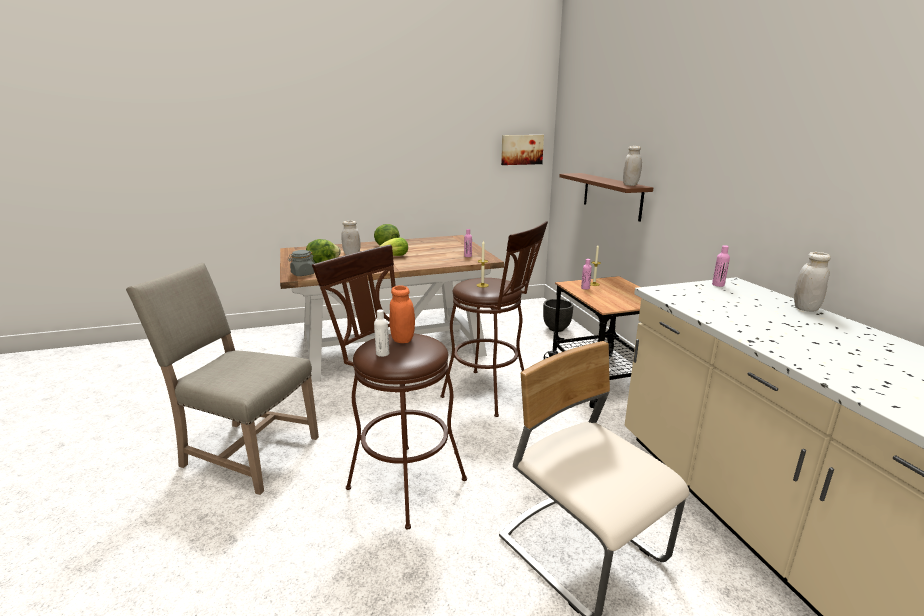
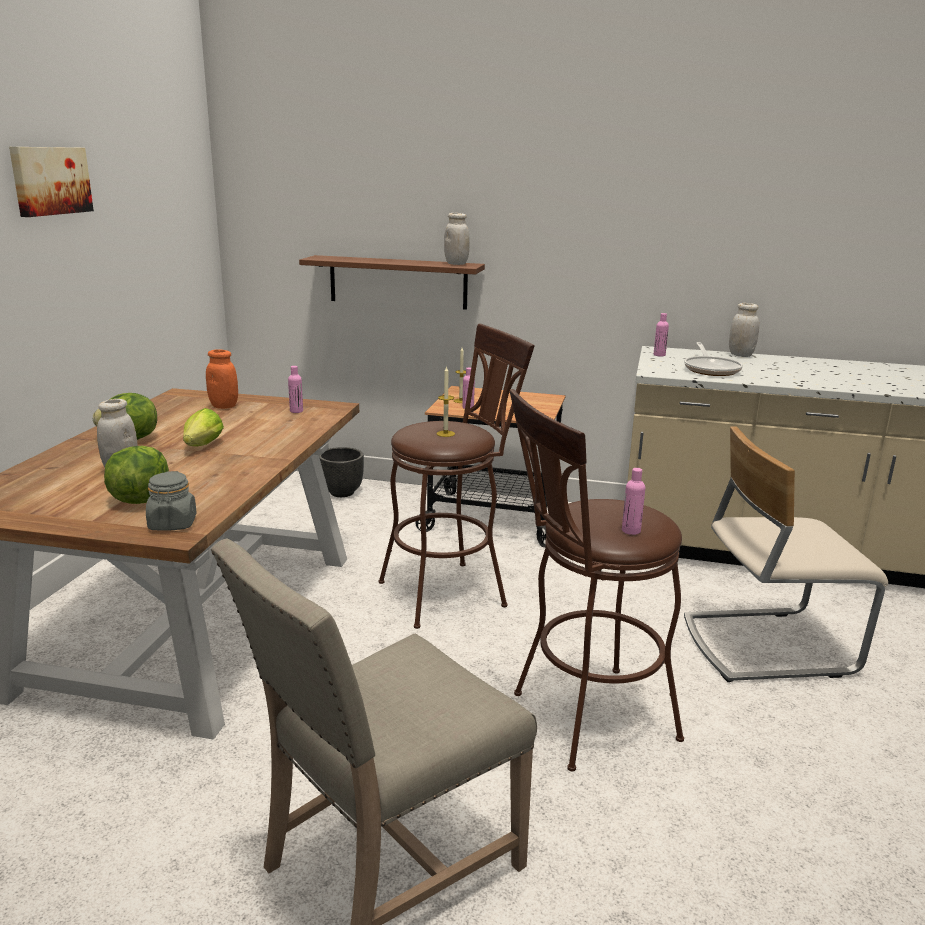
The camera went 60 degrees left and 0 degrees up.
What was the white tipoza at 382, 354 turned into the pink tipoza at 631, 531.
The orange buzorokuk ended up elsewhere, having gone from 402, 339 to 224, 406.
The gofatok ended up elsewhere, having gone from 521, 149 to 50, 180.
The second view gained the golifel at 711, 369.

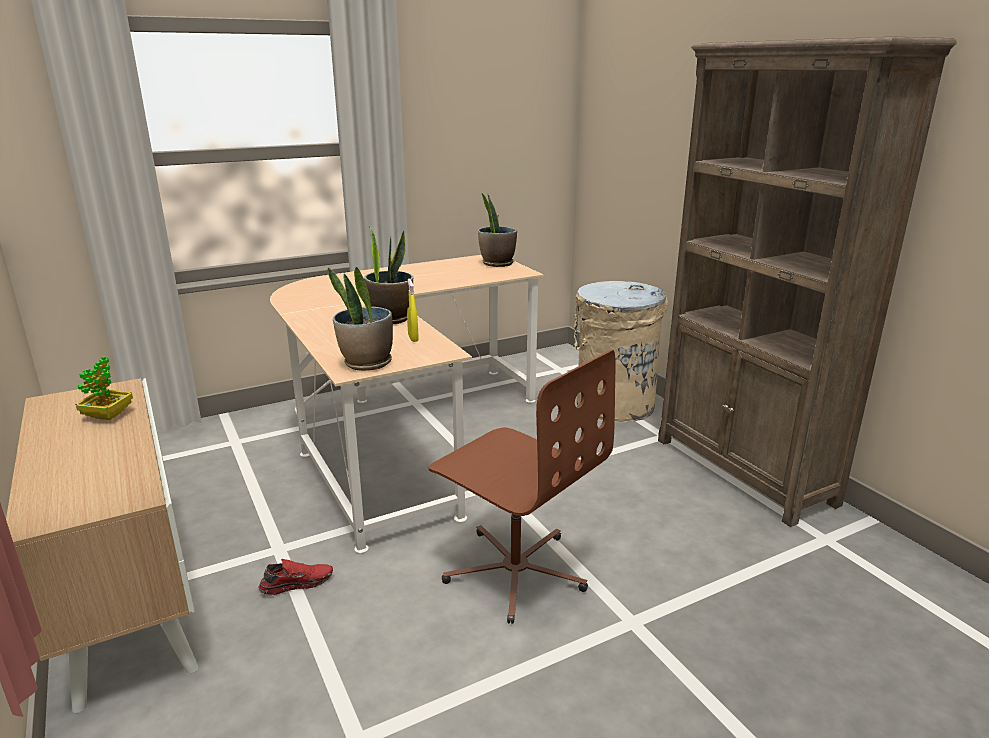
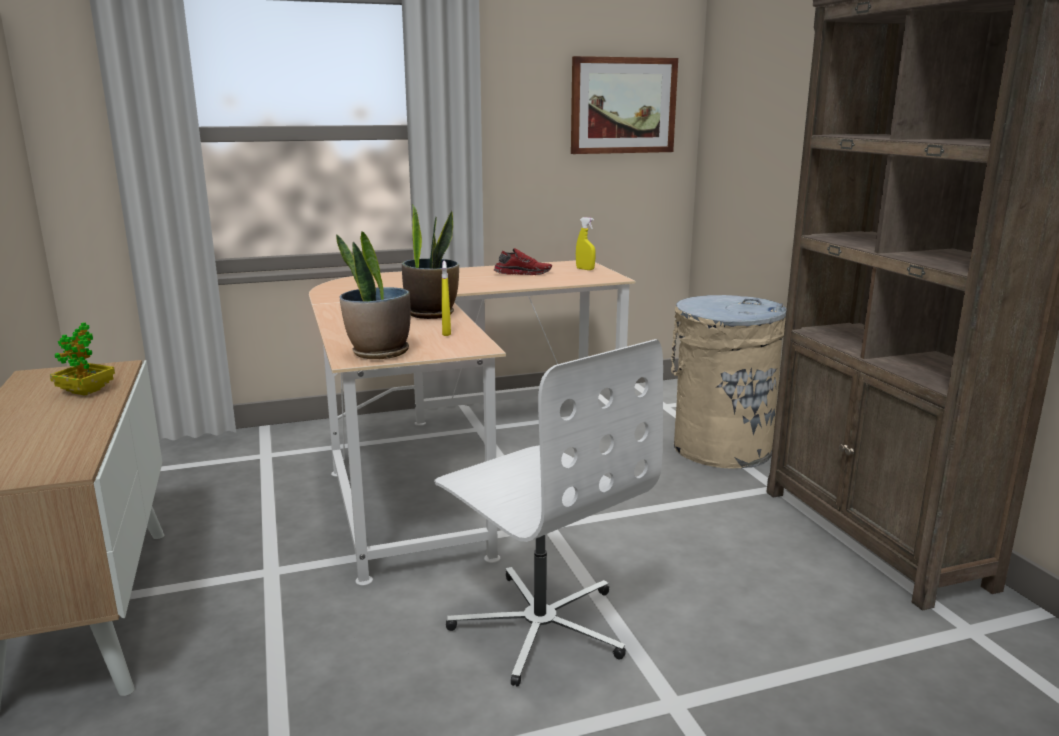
The camera went 10 degrees right and 5 degrees down.
The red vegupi ended up elsewhere, having gone from 297, 583 to 522, 273.
What was the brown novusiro at 515, 571 turned into the white novusiro at 540, 625.
Where the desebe stood at 497, 263, the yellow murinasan came to stand at 585, 269.
The second view gained the gofatok at 623, 105.

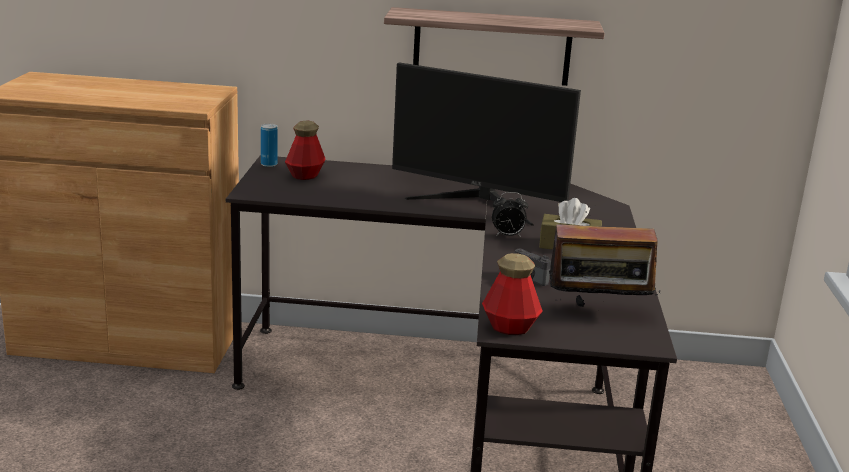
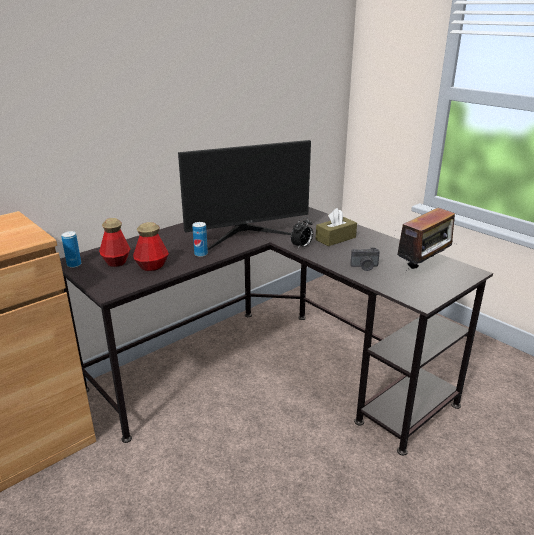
The camera went 45 degrees left and 5 degrees up.
The second view lost the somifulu at 492, 47.
The tipoza ended up elsewhere, having gone from 510, 327 to 152, 266.
The second view gained the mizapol at 201, 254.

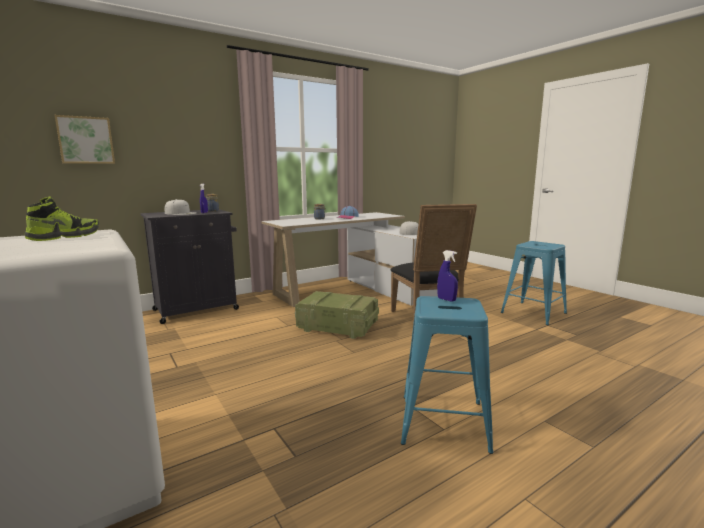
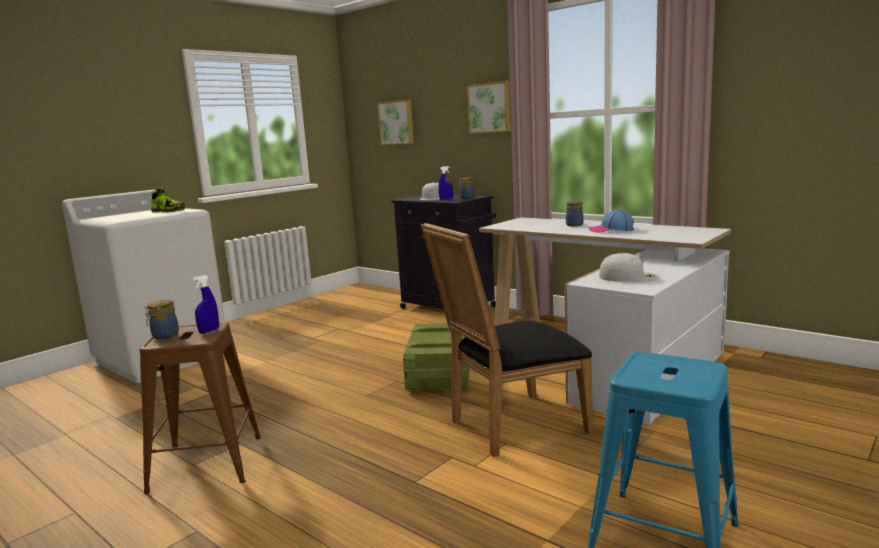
The camera went 75 degrees right and 0 degrees up.
What was the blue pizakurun at 443, 422 turned into the brown pizakurun at 206, 463.
The second view gained the buzorokuk at 164, 336.
The second view gained the gofatok at 490, 107.

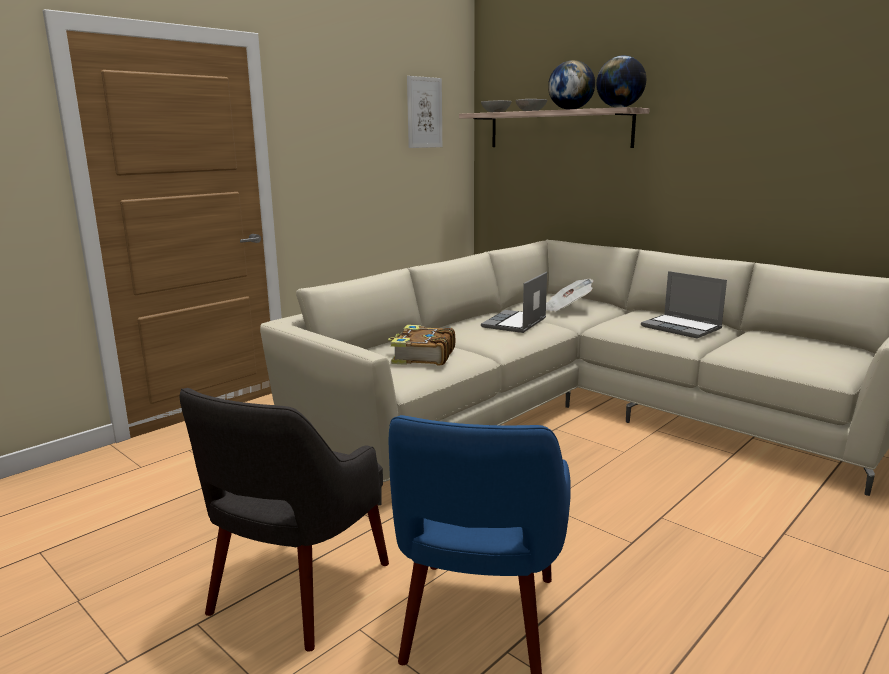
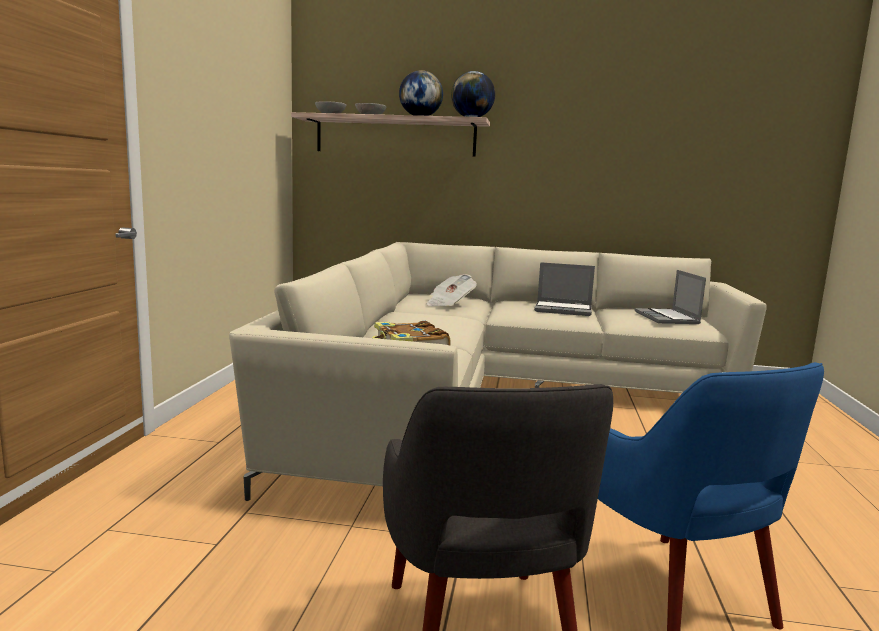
The camera went 35 degrees left and 5 degrees down.
The second view lost the gofatok at 424, 112.
The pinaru ended up elsewhere, having gone from 515, 323 to 667, 318.

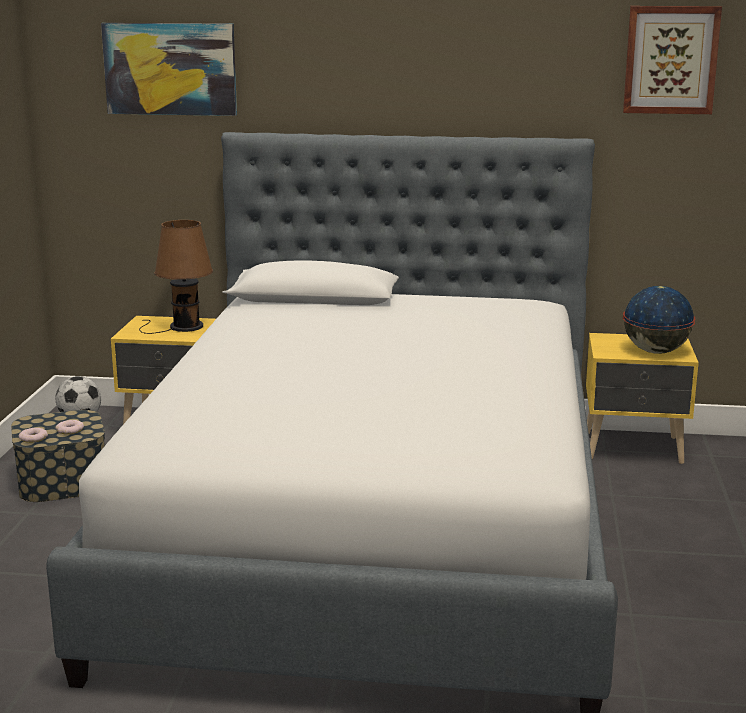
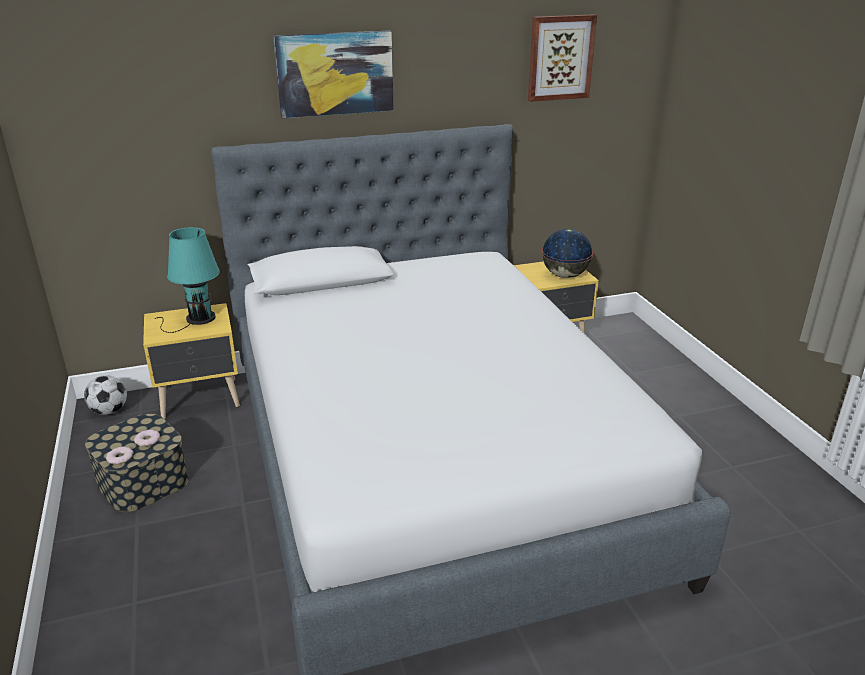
The camera went 25 degrees left and 10 degrees up.
The gofatok ended up elsewhere, having gone from 170, 69 to 335, 74.
What was the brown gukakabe at 182, 327 turned into the turquoise gukakabe at 197, 319.

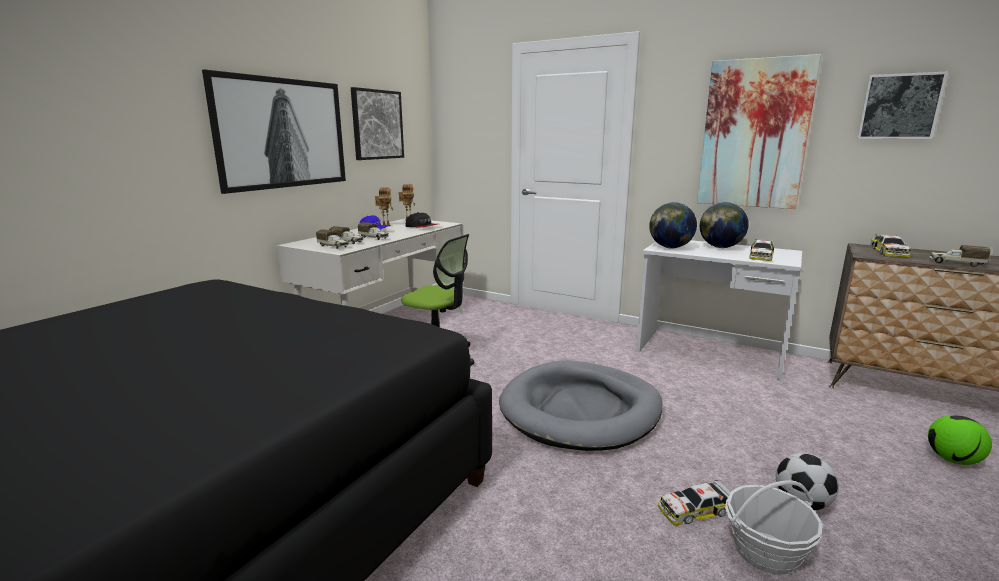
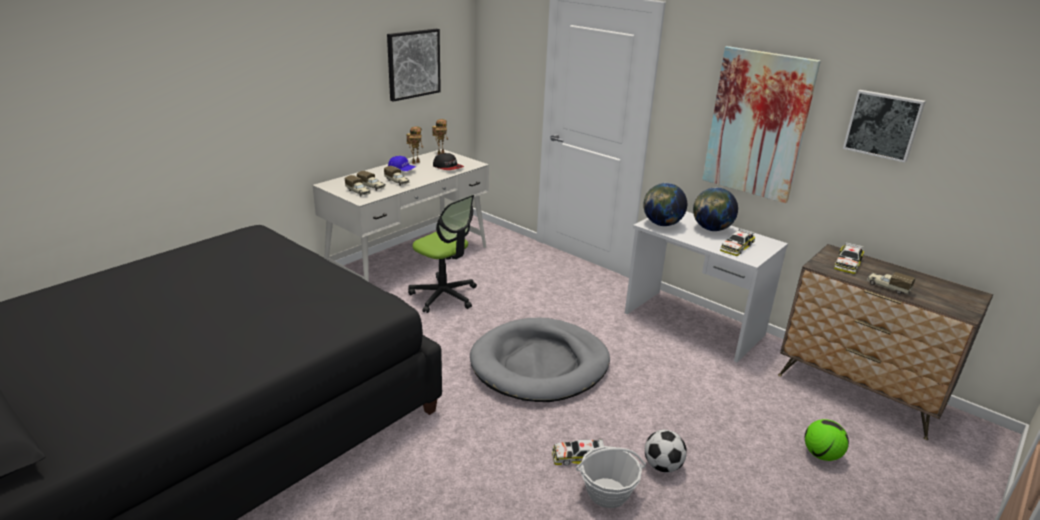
The camera went 10 degrees right and 10 degrees up.
The second view lost the gofatok at 282, 133.

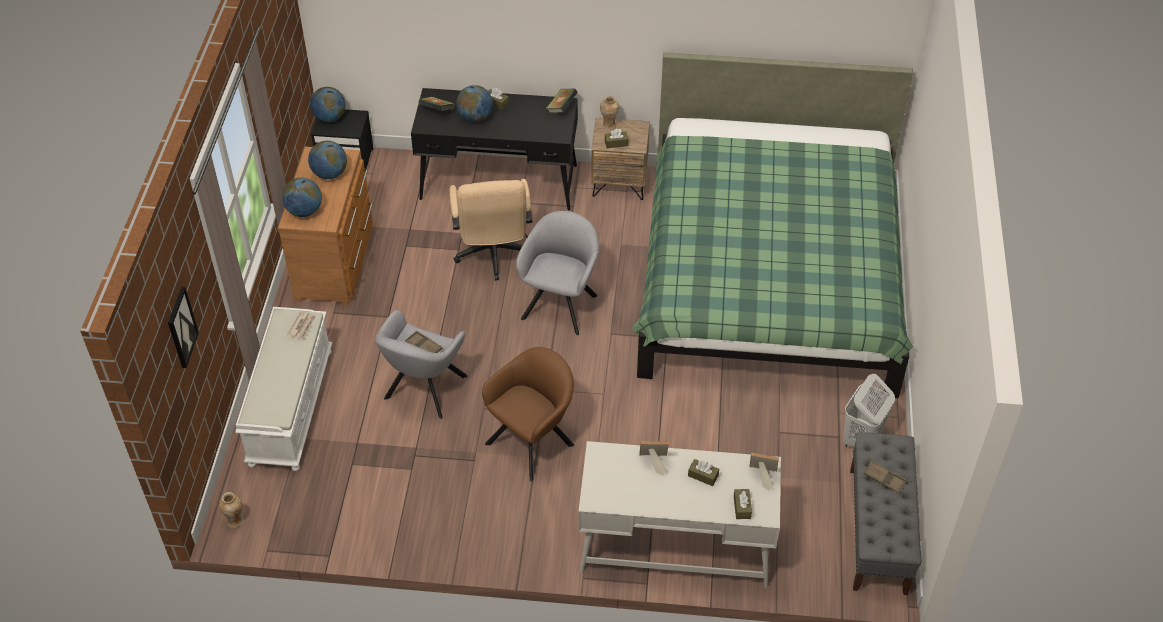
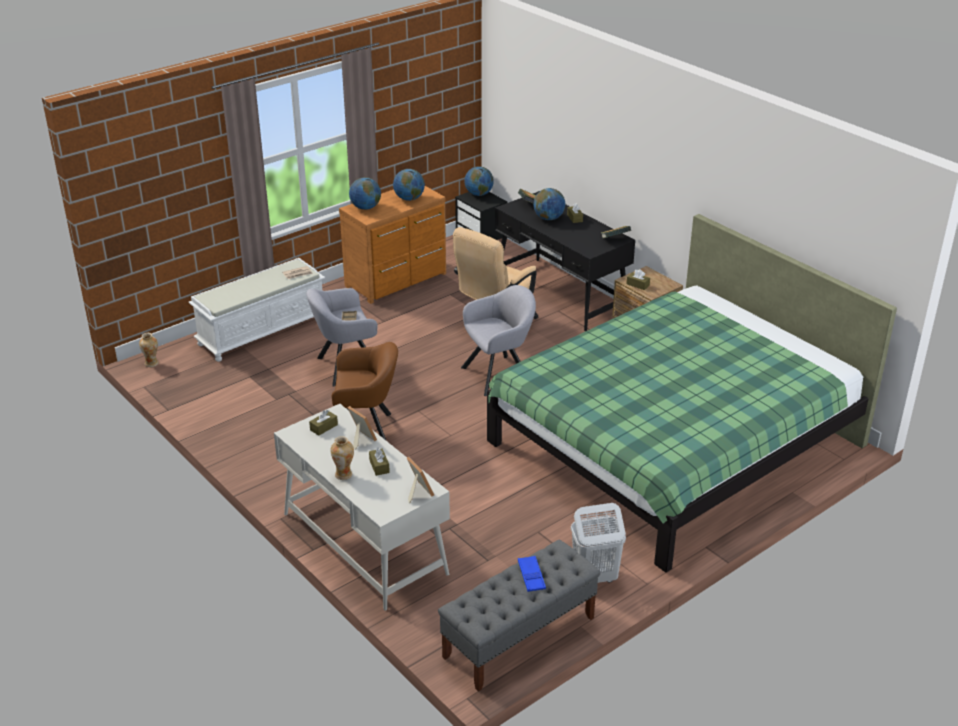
The camera went 45 degrees right and 15 degrees down.
The second view lost the gofatok at 181, 327.
The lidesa ended up elsewhere, having gone from 609, 126 to 343, 475.
The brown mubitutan ended up elsewhere, having gone from 742, 507 to 324, 427.
What was the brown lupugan at 884, 479 turned into the blue lupugan at 531, 576.

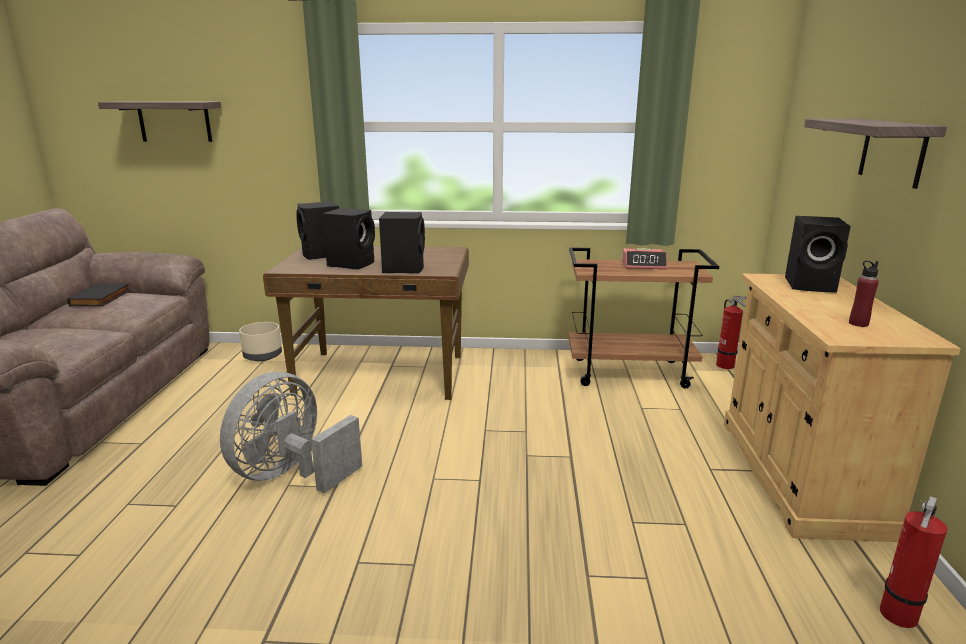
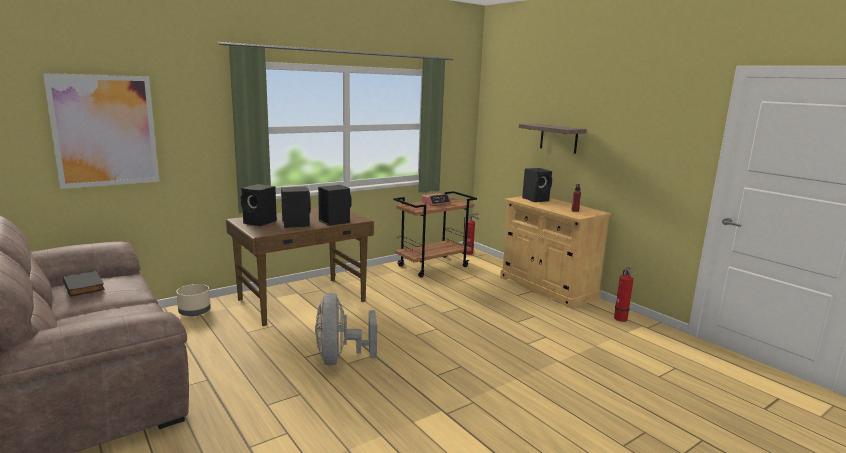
The camera went 40 degrees left and 5 degrees down.
Where the somifulu hung at 174, 121, the gofatok came to hang at 105, 131.

